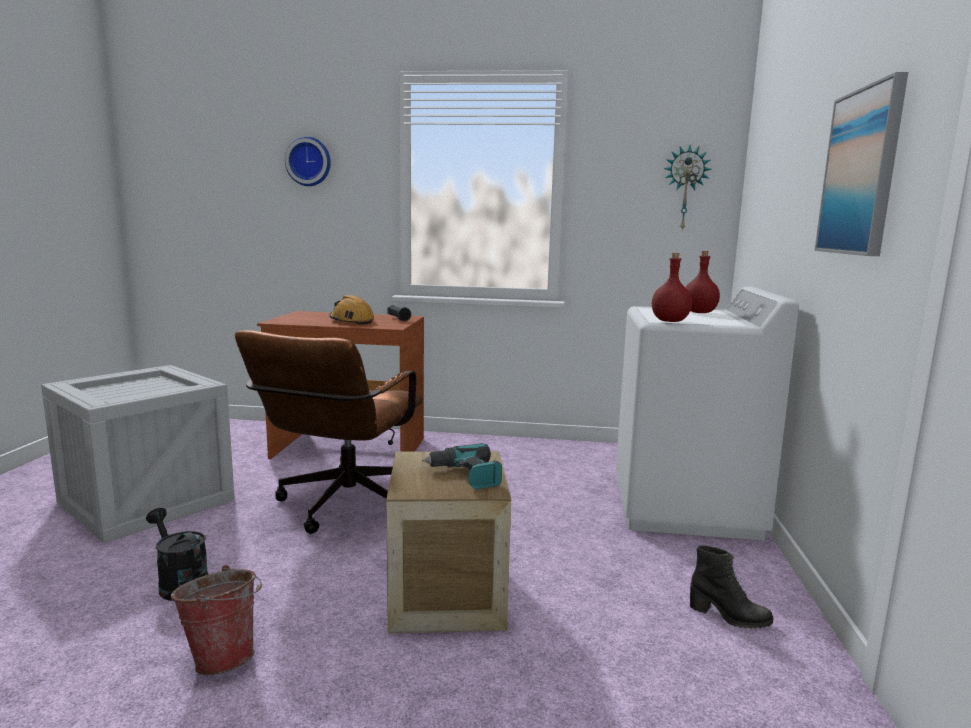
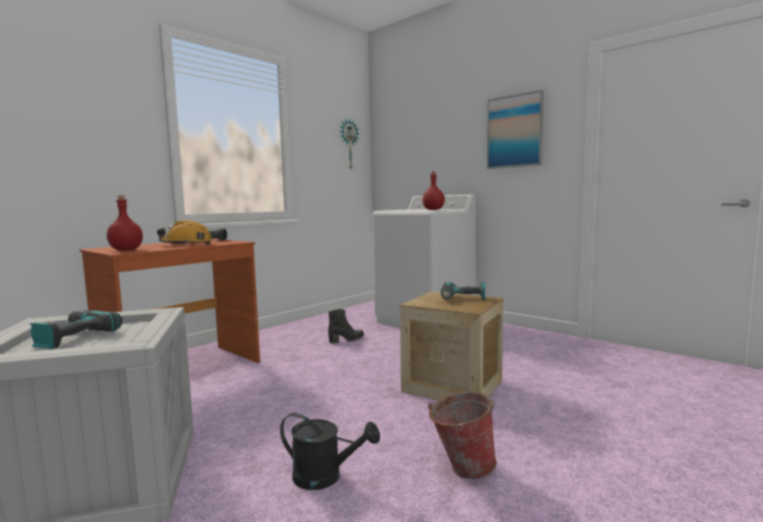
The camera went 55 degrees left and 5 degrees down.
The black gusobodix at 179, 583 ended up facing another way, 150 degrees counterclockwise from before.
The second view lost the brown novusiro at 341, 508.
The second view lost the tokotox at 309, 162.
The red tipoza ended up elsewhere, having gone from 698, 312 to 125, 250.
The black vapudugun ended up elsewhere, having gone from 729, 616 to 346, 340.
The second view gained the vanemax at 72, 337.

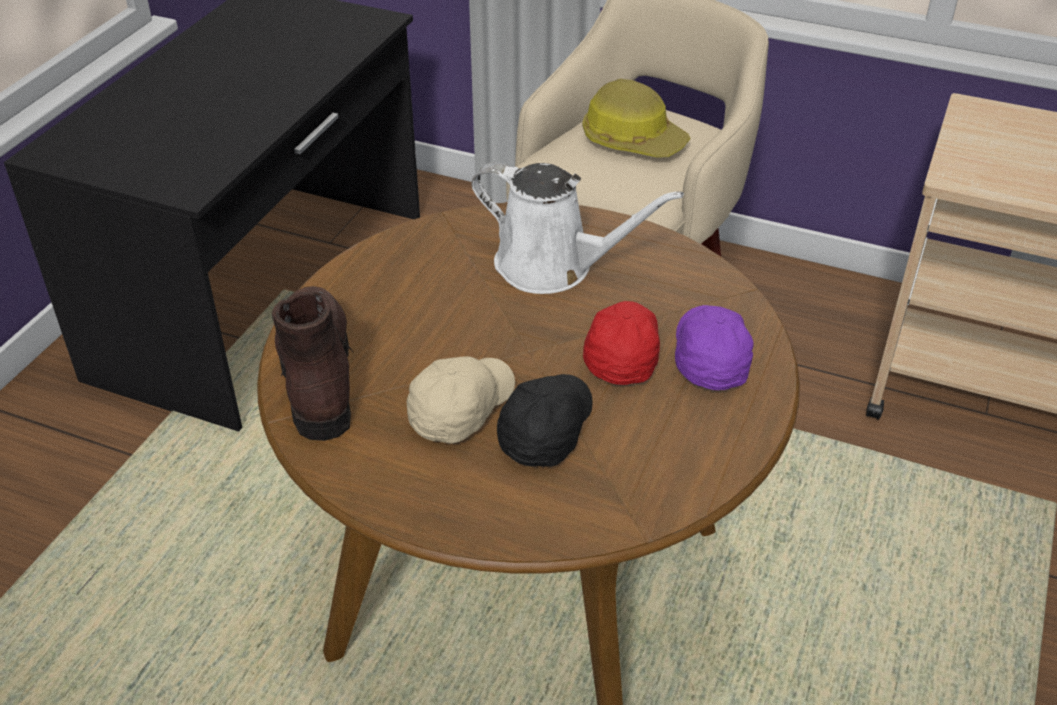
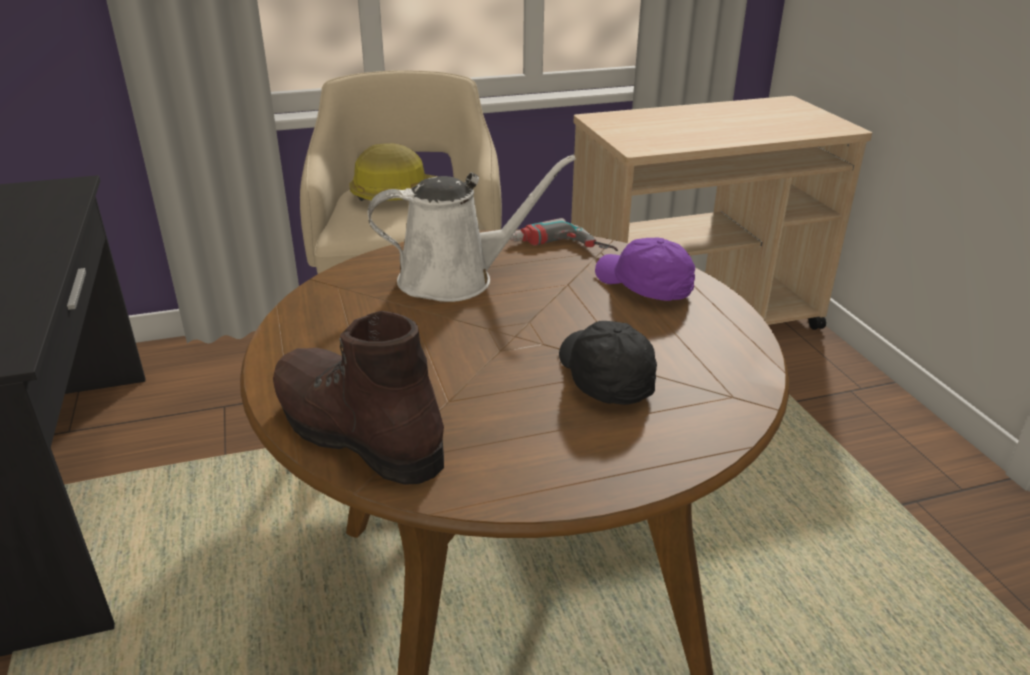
The camera went 40 degrees left and 10 degrees down.
The second view lost the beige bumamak at 460, 408.
The second view lost the red bumamak at 622, 352.
The second view gained the vanemax at 560, 249.

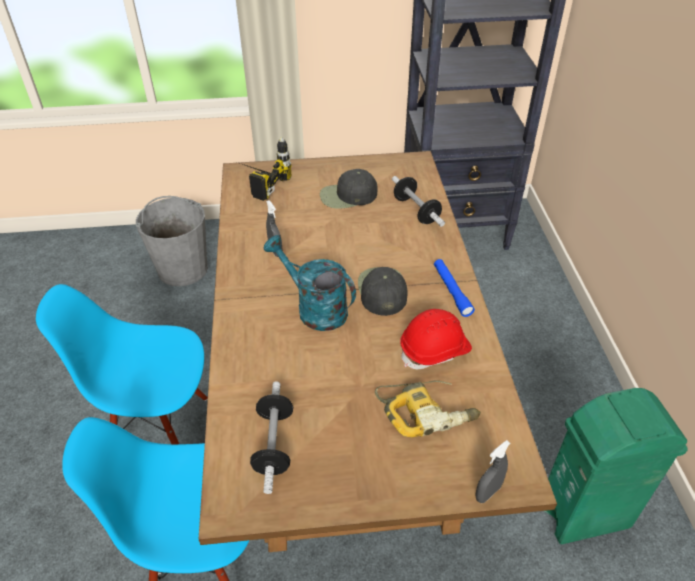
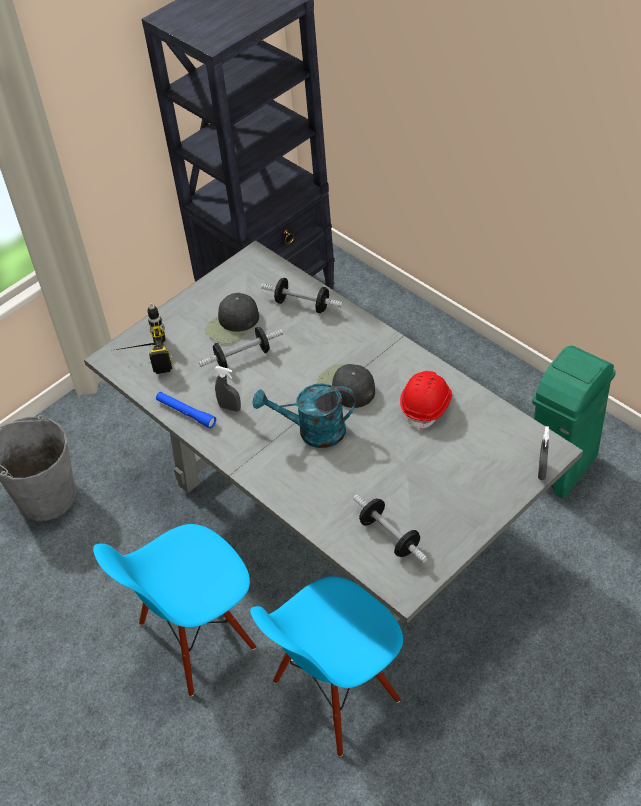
The camera went 35 degrees left and 5 degrees up.
What was the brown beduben at 349, 410 turned into the grey beduben at 333, 512.
The second view lost the vanemax at 427, 411.
The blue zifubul ended up elsewhere, having gone from 451, 291 to 186, 413.
The second view gained the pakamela at 242, 357.

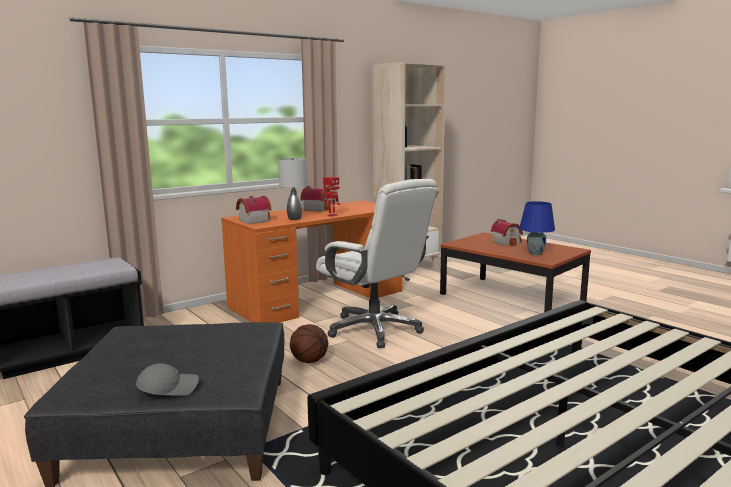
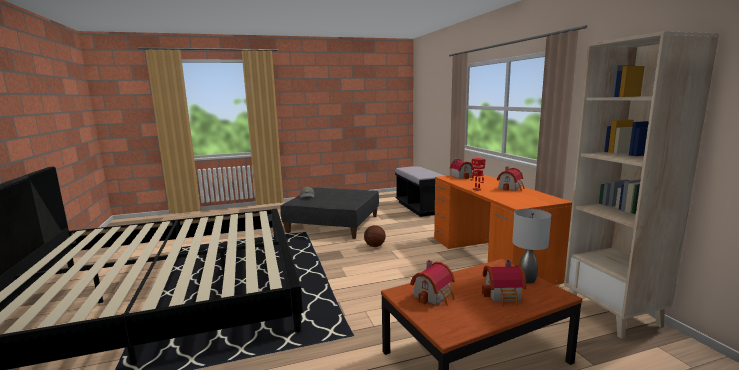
The camera went 110 degrees right and 0 degrees up.
The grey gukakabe ended up elsewhere, having gone from 295, 218 to 527, 280.
The second view lost the white novusiro at 375, 329.
Where the blue gukakabe stood at 535, 253, the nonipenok came to stand at 434, 296.

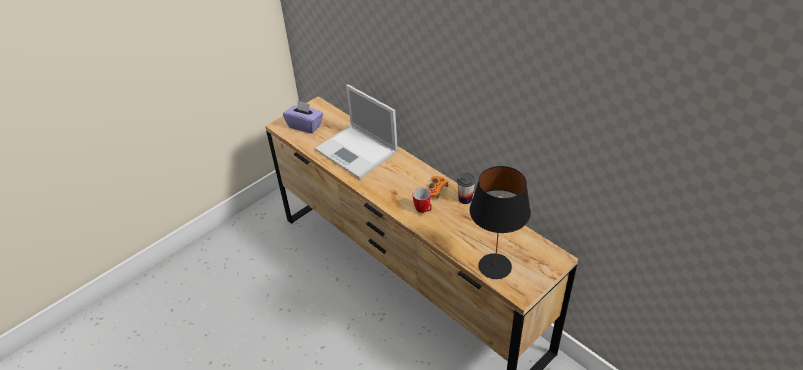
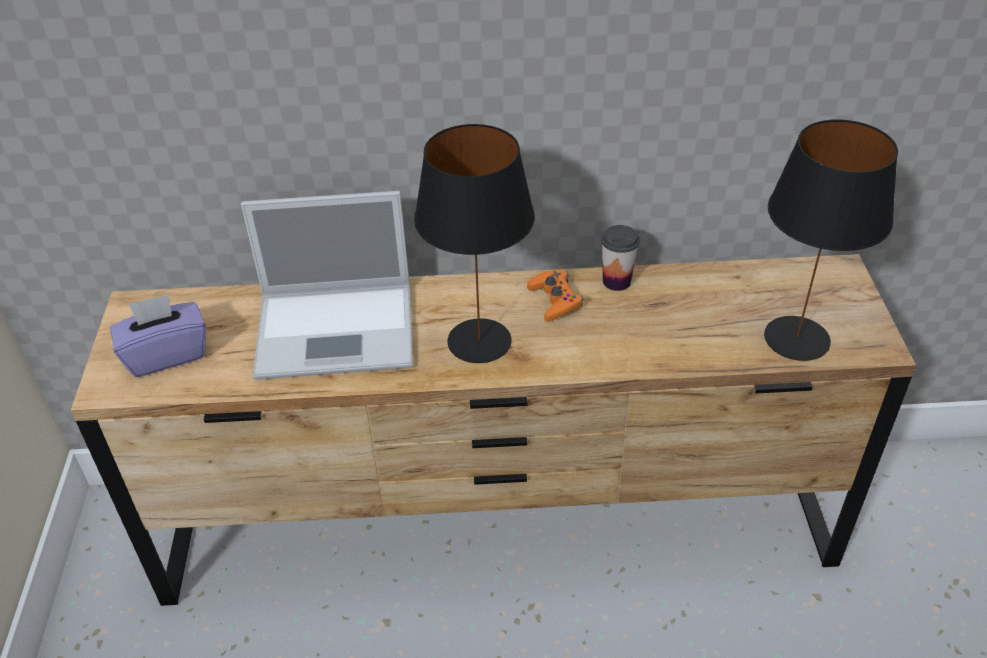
The camera went 50 degrees left and 0 degrees up.
The second view lost the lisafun at 424, 211.
The second view gained the black gukakabe at 480, 341.

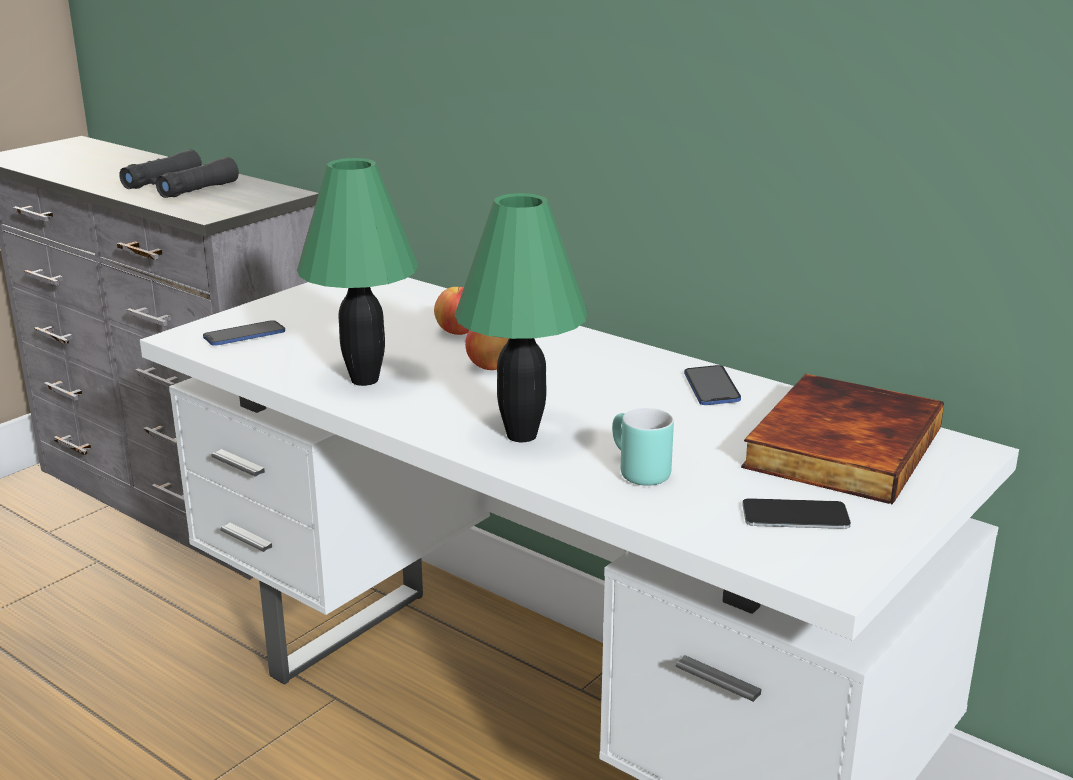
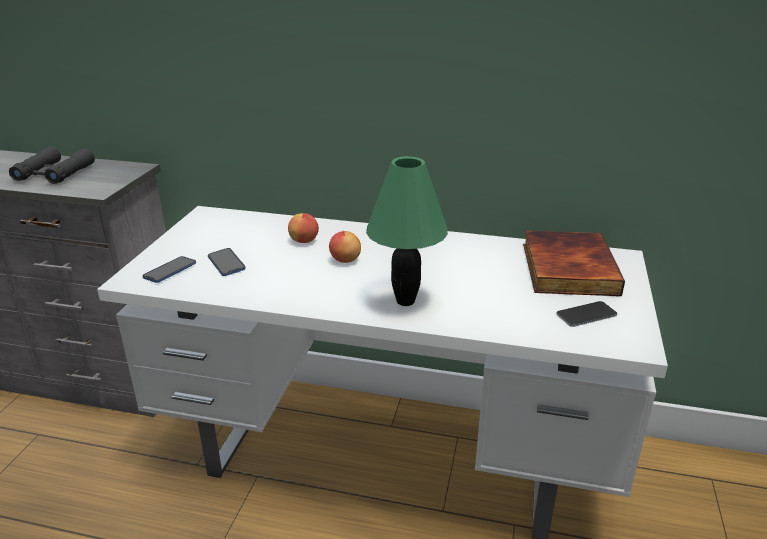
The camera went 25 degrees left and 5 degrees up.
The second view lost the green gukakabe at 364, 379.
The second view lost the turquoise lisafun at 635, 472.
The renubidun ended up elsewhere, having gone from 711, 388 to 226, 263.

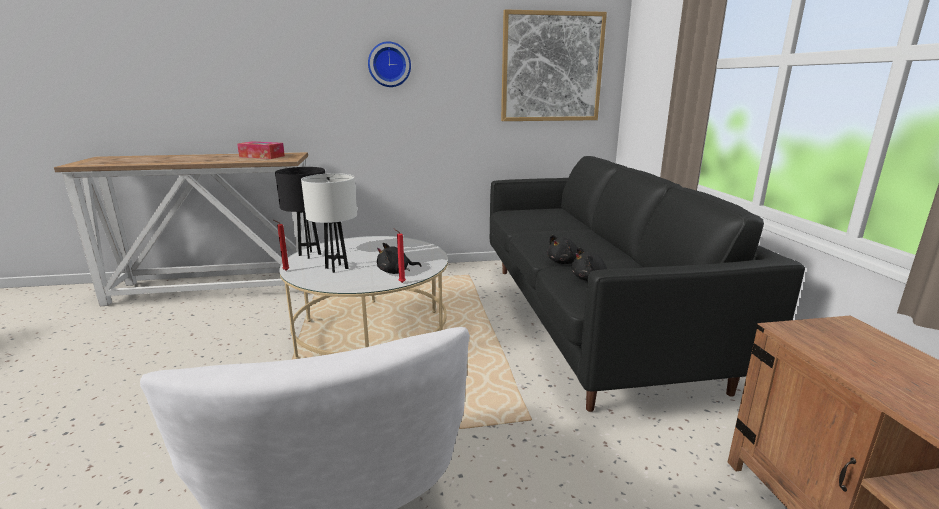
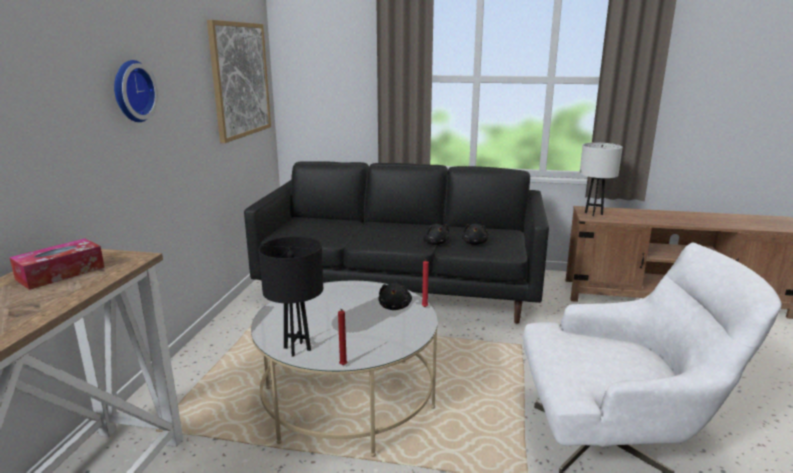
The camera went 70 degrees left and 0 degrees up.
The white gukakabe ended up elsewhere, having gone from 337, 268 to 593, 213.

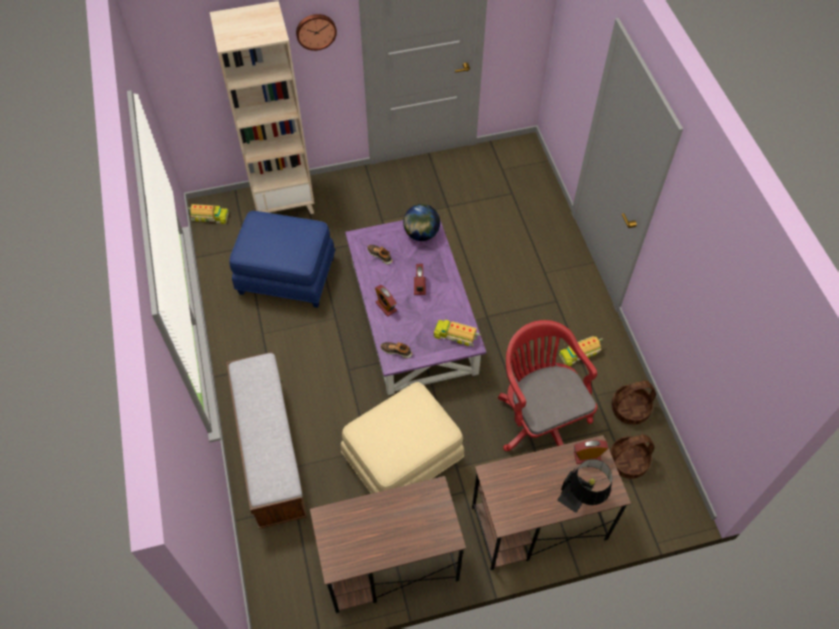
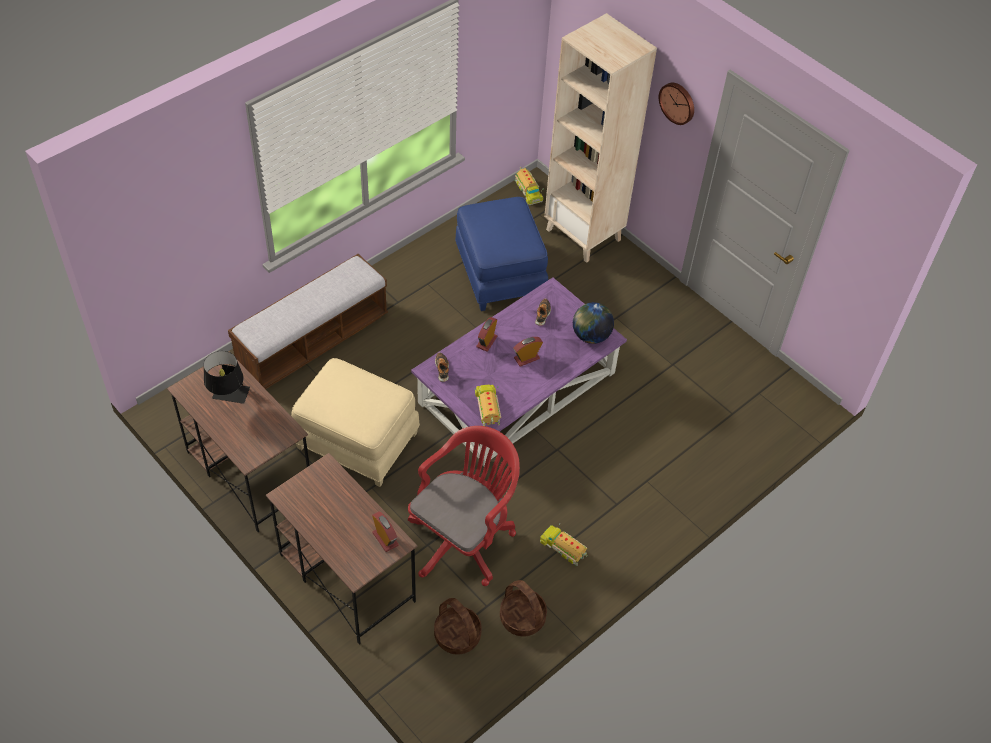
The camera went 60 degrees right and 5 degrees down.
The black gukakabe ended up elsewhere, having gone from 582, 497 to 229, 398.

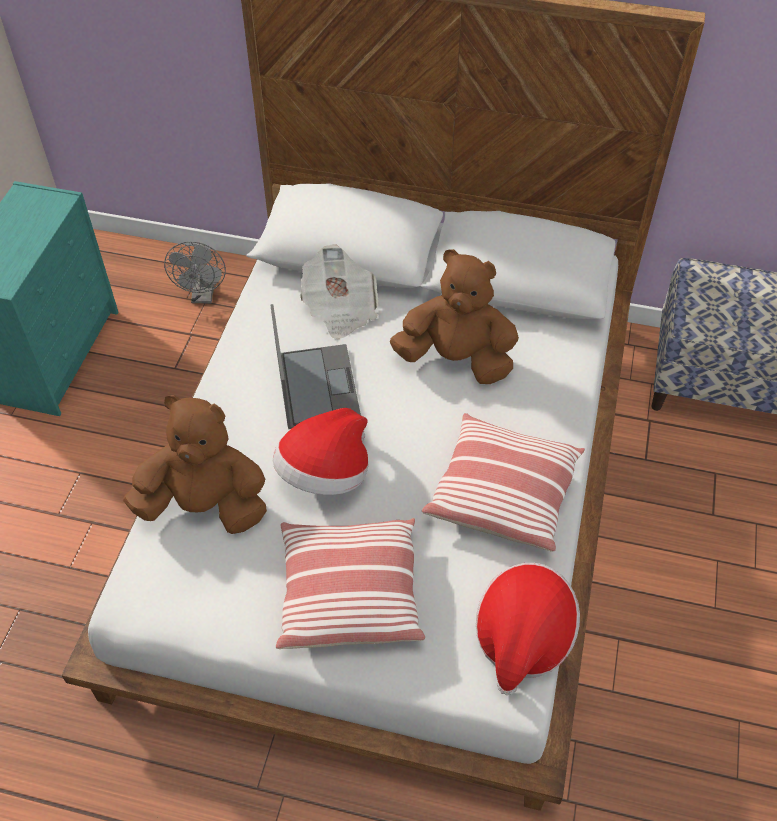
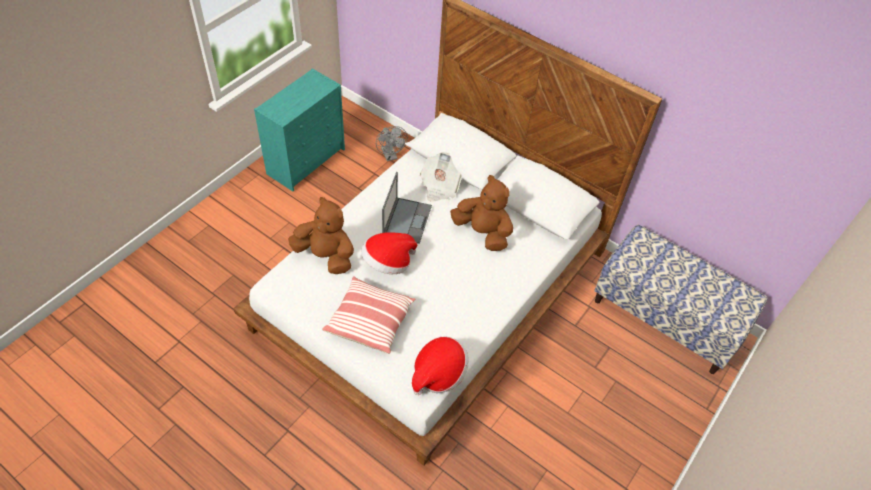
The camera went 20 degrees right and 0 degrees up.
The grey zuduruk at 203, 296 ended up facing another way, 45 degrees counterclockwise from before.
The second view lost the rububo at 503, 493.

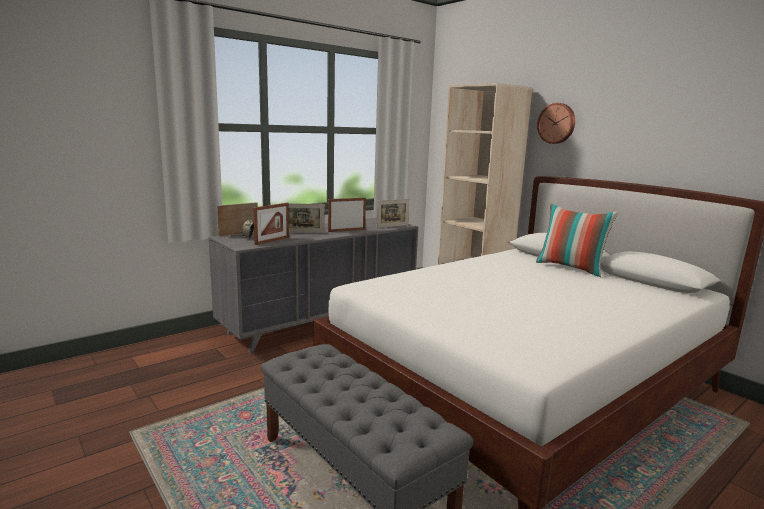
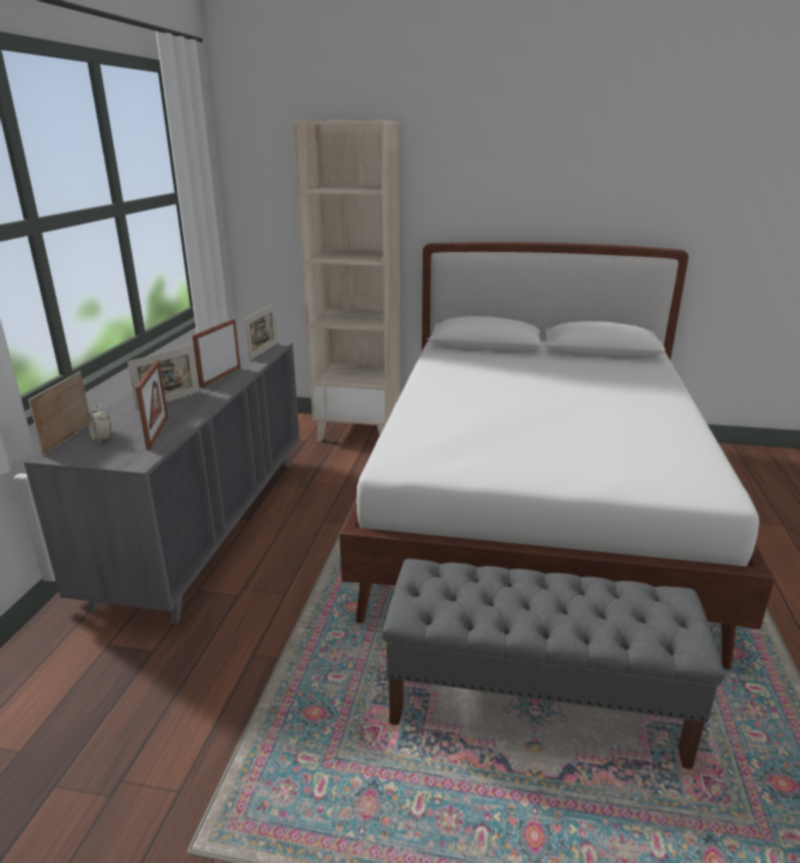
The camera went 40 degrees left and 10 degrees up.
The second view lost the rububo at 570, 268.
The second view lost the tokotox at 557, 123.

